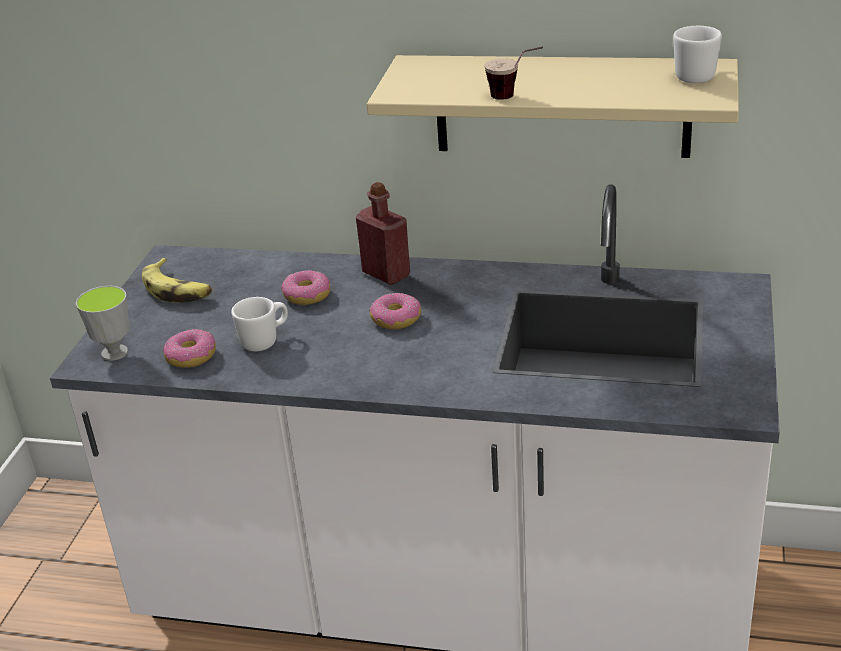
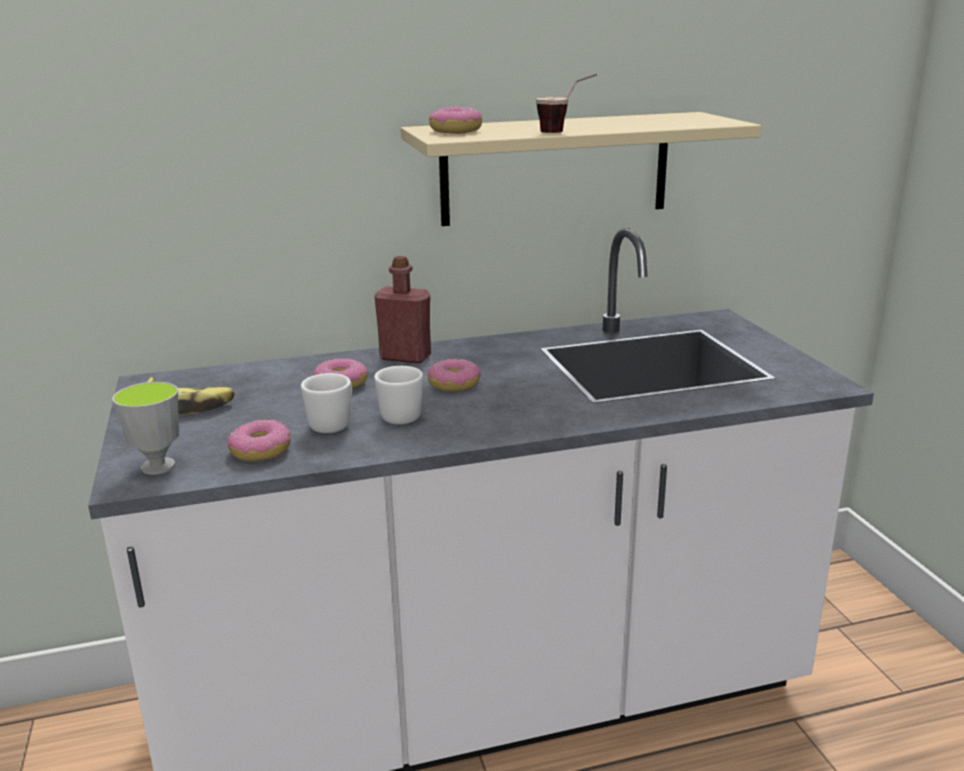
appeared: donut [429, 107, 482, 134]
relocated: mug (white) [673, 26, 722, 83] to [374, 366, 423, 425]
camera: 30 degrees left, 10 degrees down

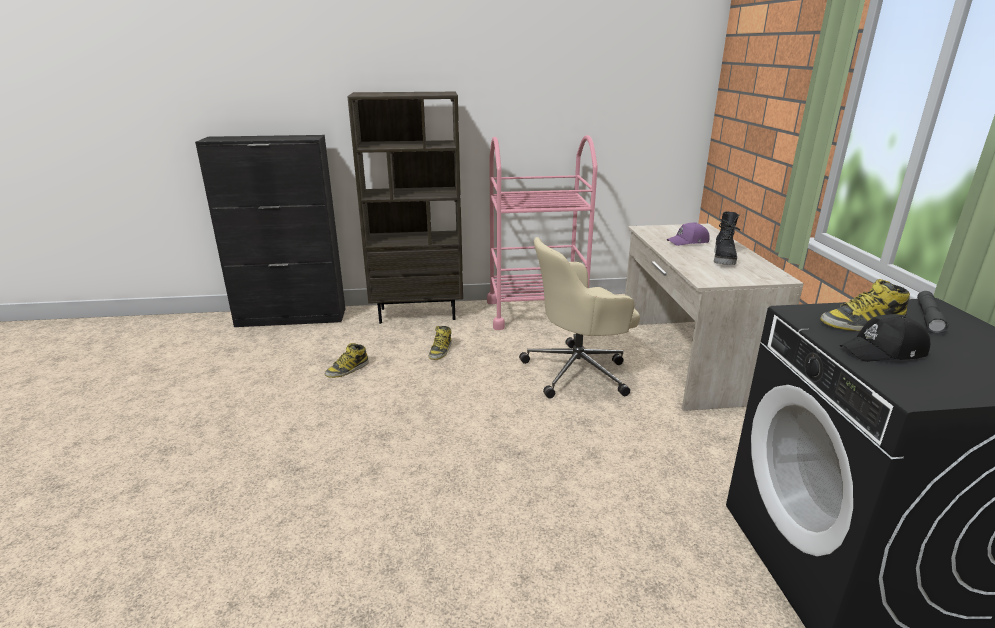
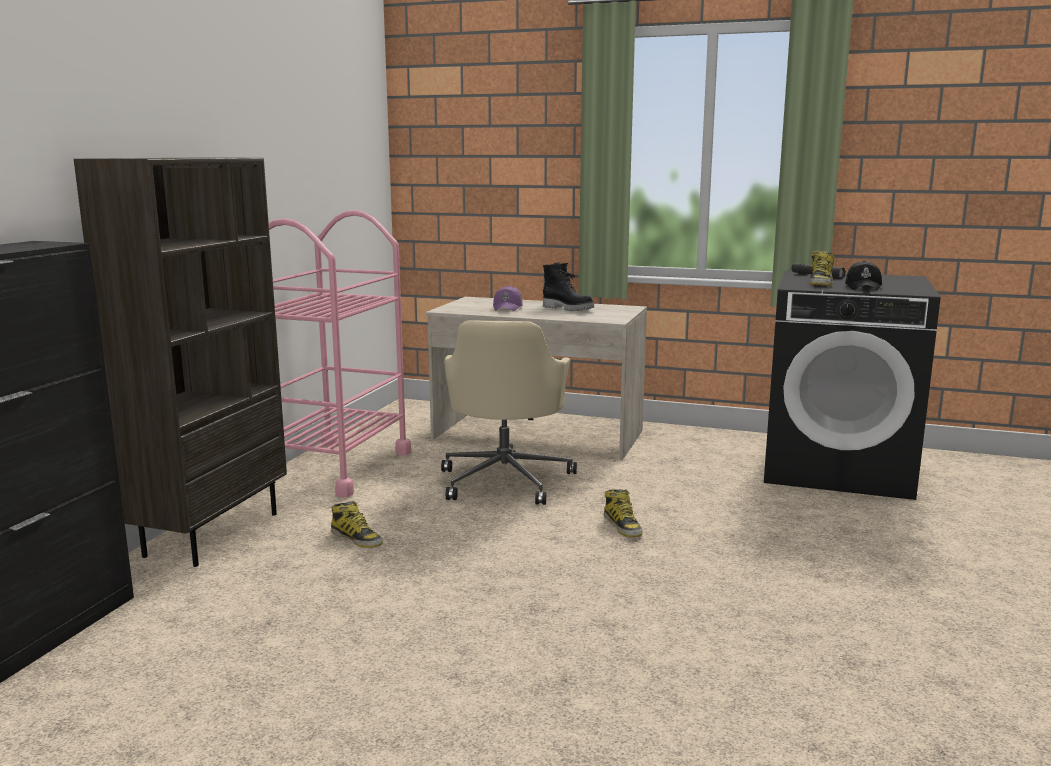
relocated: boot [325, 343, 369, 378] to [604, 489, 643, 537]
camera: 65 degrees left, 10 degrees down

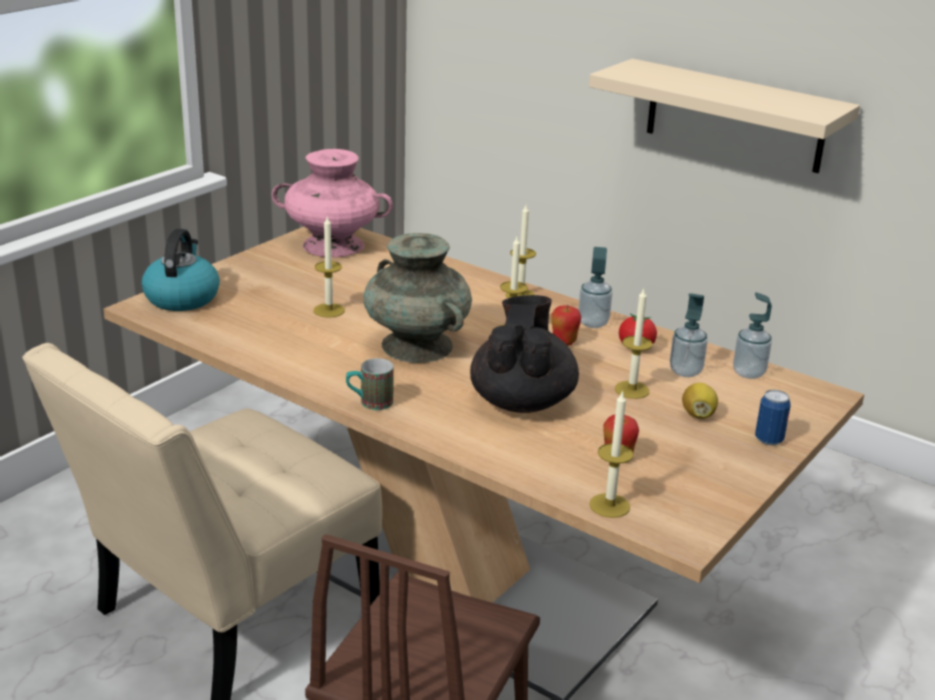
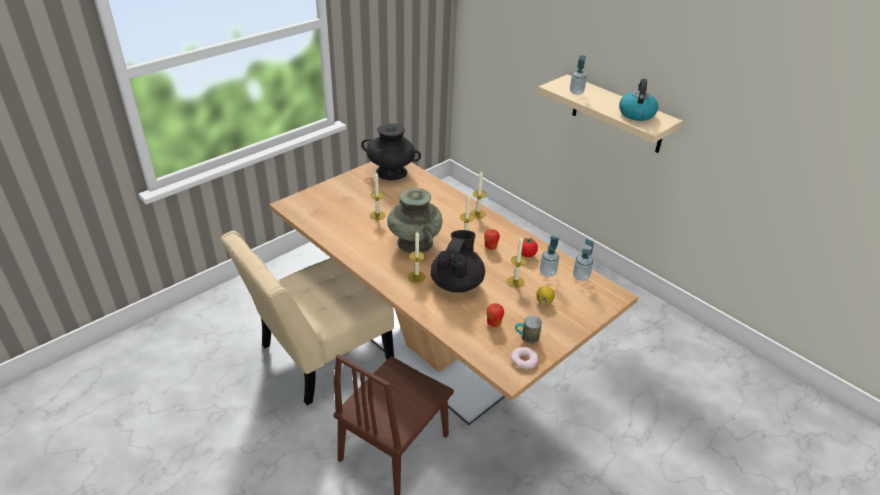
missing: can [755, 390, 791, 445]
appeared: donut [511, 347, 539, 369]
relocated: kettle [142, 229, 220, 311] to [619, 79, 658, 121]; mug [346, 358, 394, 410] to [515, 316, 542, 344]; soap dispenser [578, 247, 612, 328] to [570, 55, 587, 95]; candle [589, 390, 633, 518] to [408, 231, 425, 283]
colour: vase (pink) [272, 149, 393, 257] to vase (black) [361, 123, 421, 180]
camera: 10 degrees right, 10 degrees up

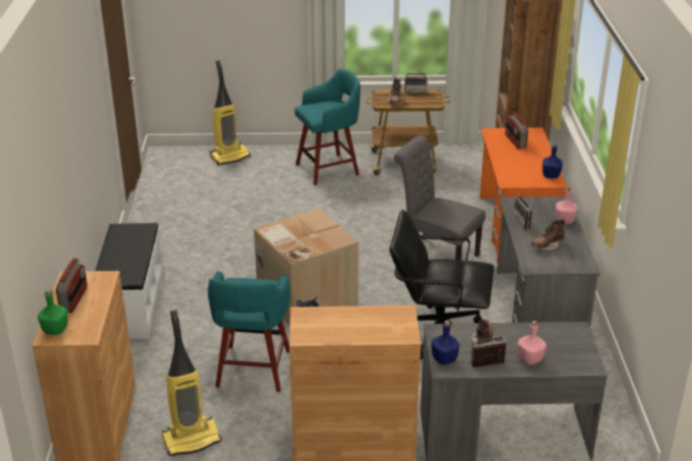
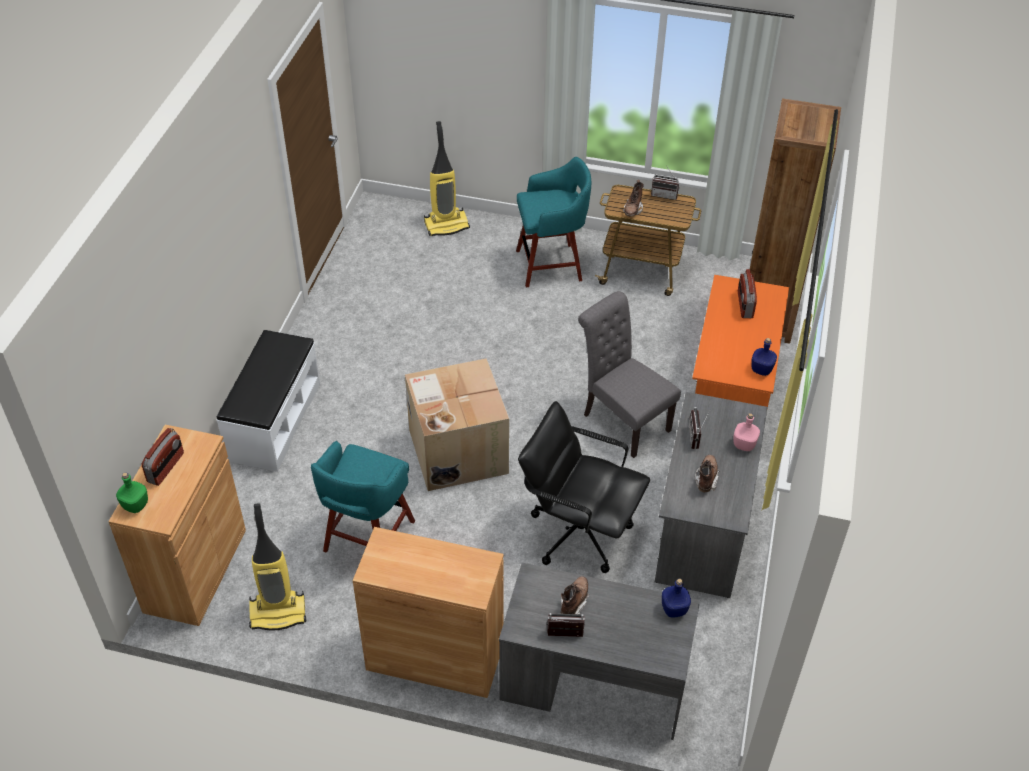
missing: bottle (pink) [517, 321, 546, 365]
relocated: bottle (blue) [431, 320, 460, 365] to [662, 579, 691, 618]
spun: boot (brown) [531, 218, 565, 250] = [695, 455, 719, 492] 120 degrees clockwise
camera: 15 degrees right, 15 degrees up

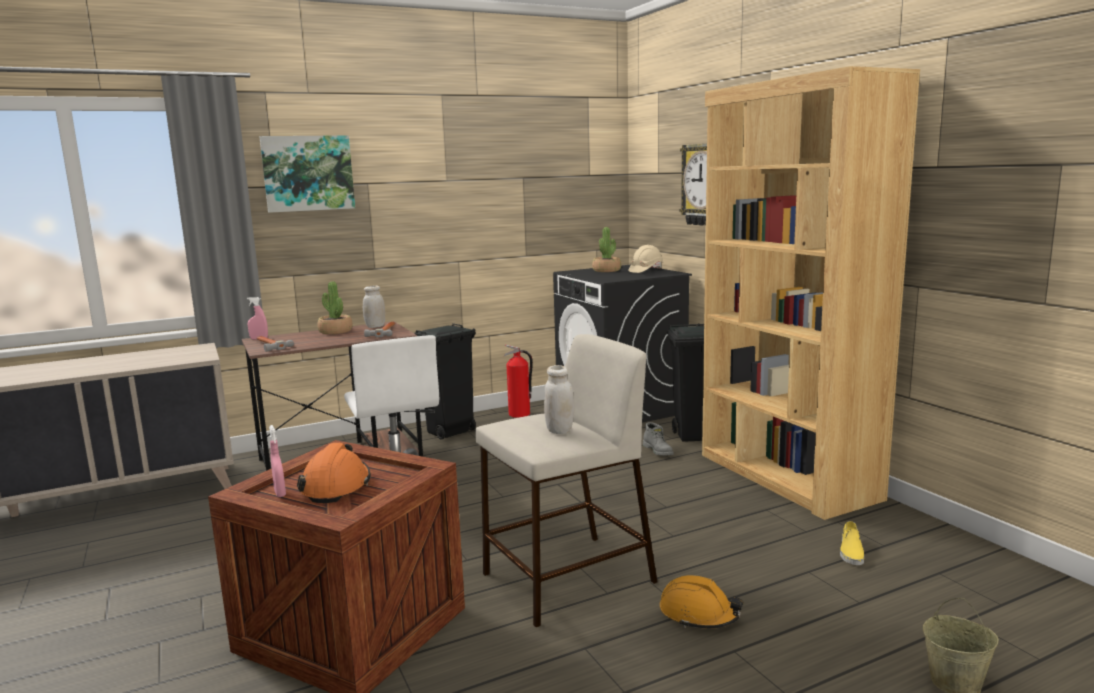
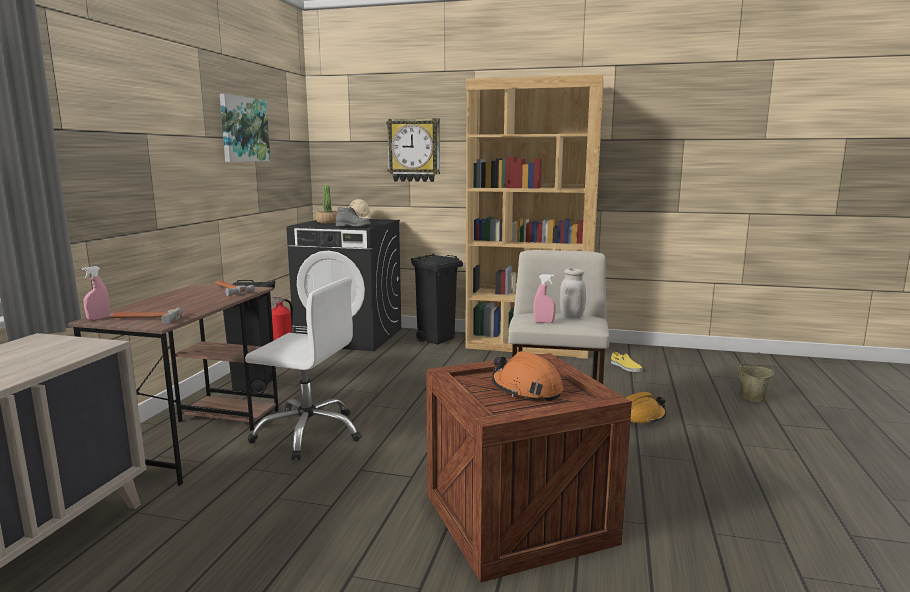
missing: potted plant [317, 281, 353, 334]; jar (white) [363, 285, 385, 328]
relocated: picture [260, 135, 355, 213] to [220, 94, 270, 162]; spray bottle (pink) [269, 425, 286, 497] to [534, 274, 556, 323]; boot (grey) [643, 422, 674, 455] to [336, 207, 371, 227]
camera: 50 degrees left, 0 degrees up

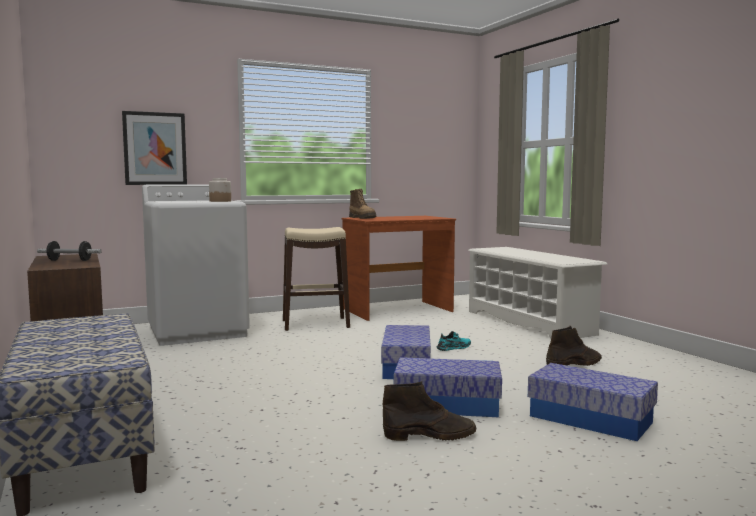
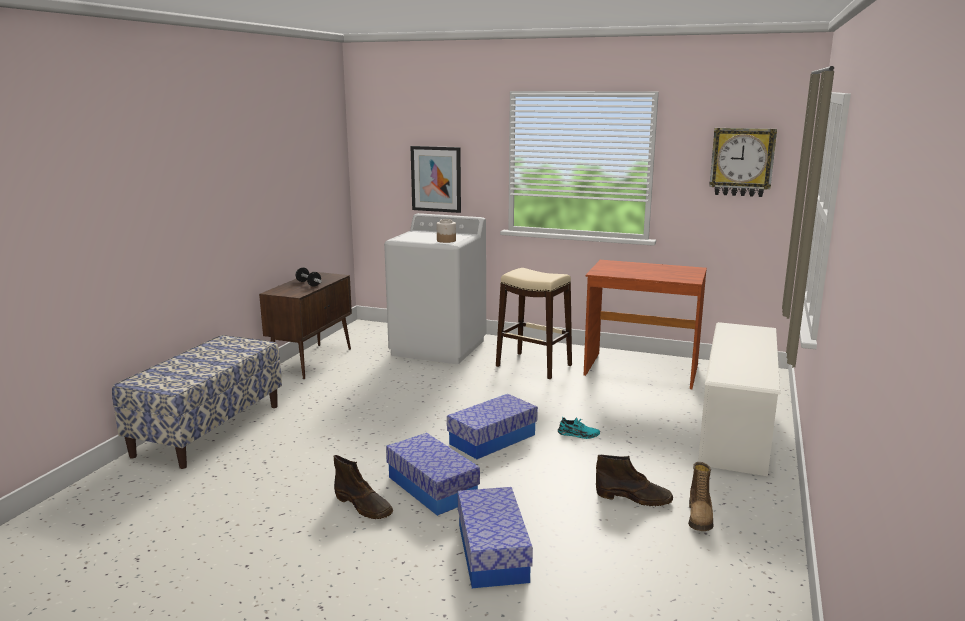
appeared: wall clock [709, 128, 777, 197]
relocated: boot [349, 189, 376, 219] to [688, 462, 713, 531]
camera: 45 degrees right, 10 degrees up

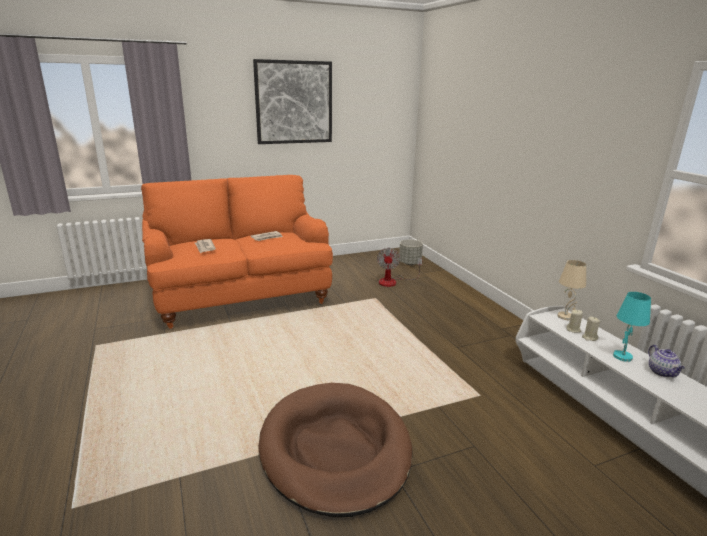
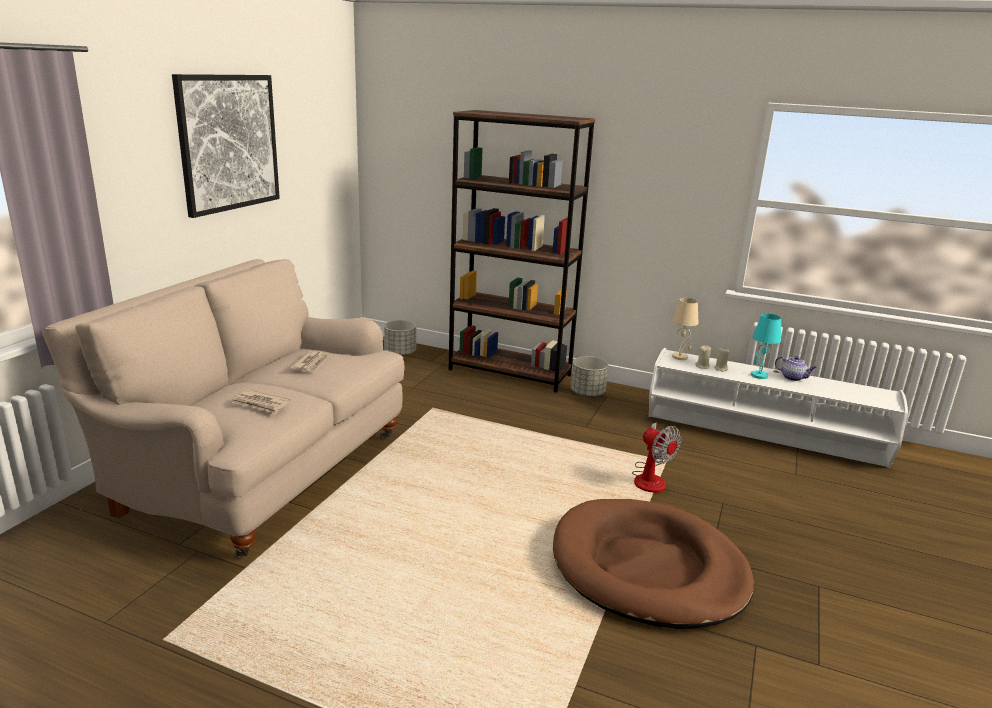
appeared: bookcase (brown) [449, 110, 595, 393]; planter (grey) [571, 356, 609, 397]
relocated: fan [377, 248, 422, 287] to [632, 422, 682, 493]
colour: sofa (orange) [141, 175, 333, 329] to sofa (beige) [42, 259, 405, 558]
camera: 45 degrees left, 0 degrees up

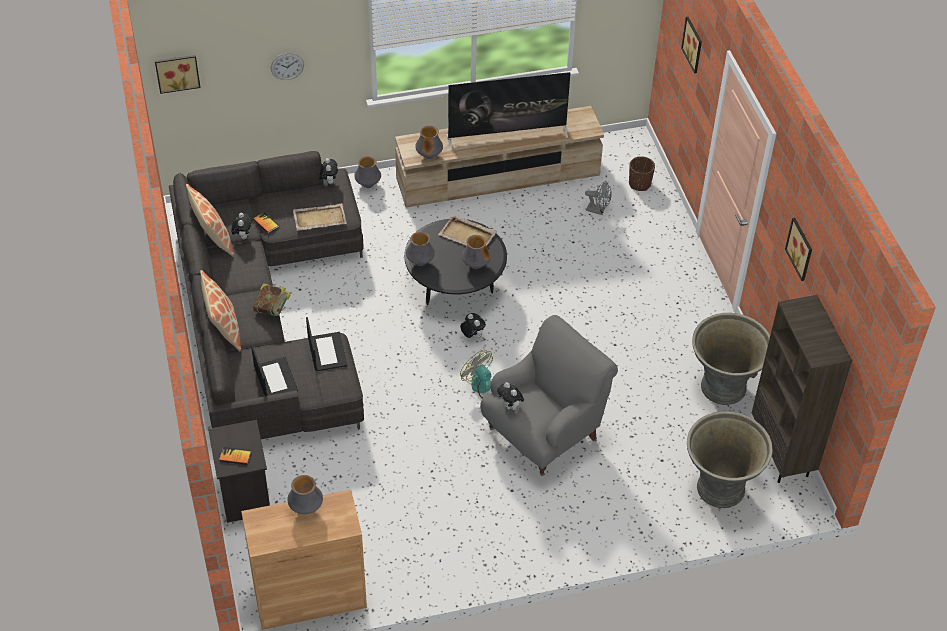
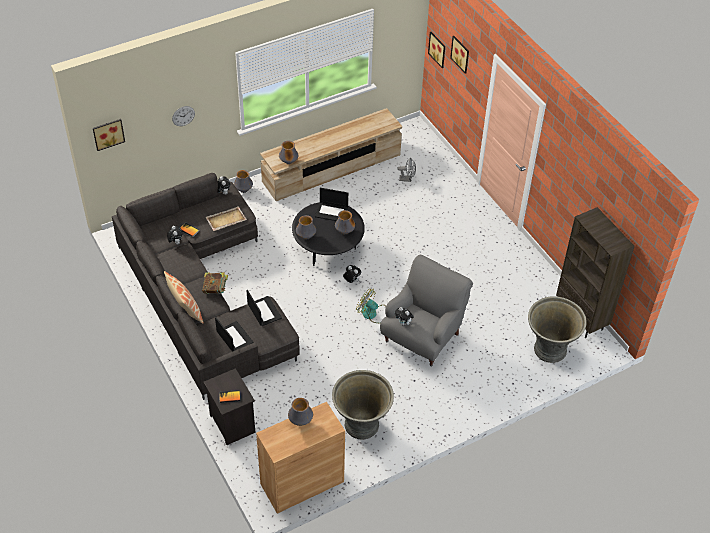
missing: pillow [186, 184, 234, 257]; television [446, 72, 571, 151]; planter (brown) [629, 156, 655, 191]
relocated: planter (grey) [692, 313, 770, 405] to [332, 370, 394, 439]; picture [785, 218, 812, 281] to [428, 32, 445, 68]
exchanged: tray (beige) [438, 215, 497, 246] to laptop [315, 188, 348, 221]
camera: 15 degrees left, 0 degrees up

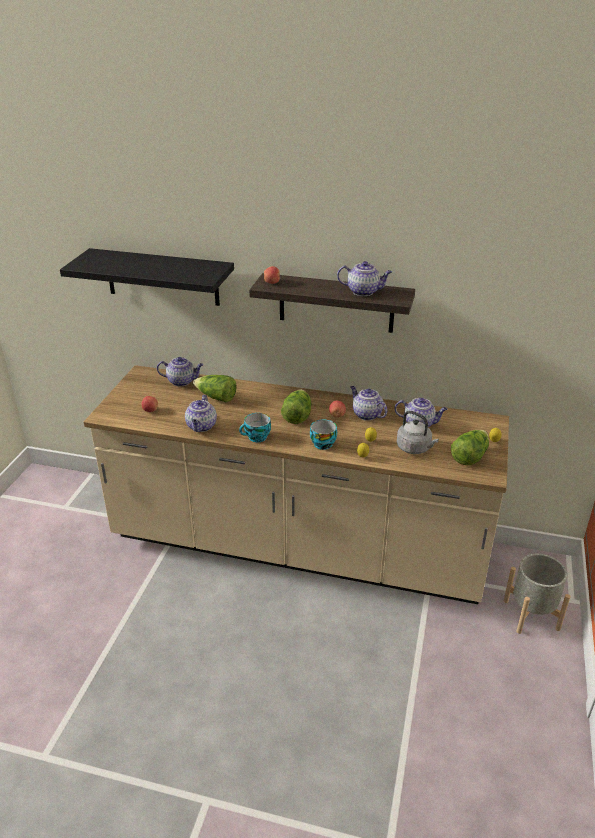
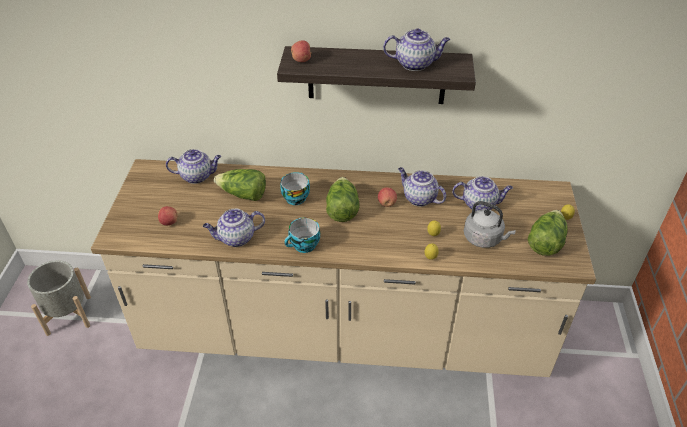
missing: shelf (black) [60, 248, 234, 306]
relocated: cup [310, 419, 337, 450] to [280, 172, 310, 205]; planter (grey) [504, 554, 571, 634] to [27, 260, 91, 336]
spun: teapot [185, 395, 217, 432] = [203, 208, 265, 247] 75 degrees clockwise
camera: 10 degrees left, 10 degrees up

